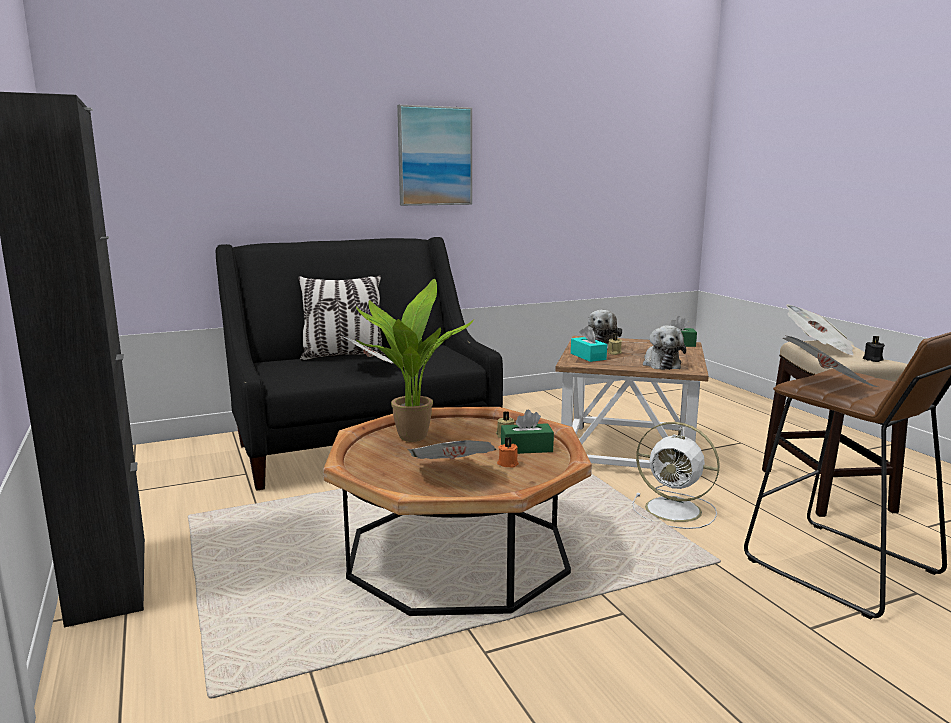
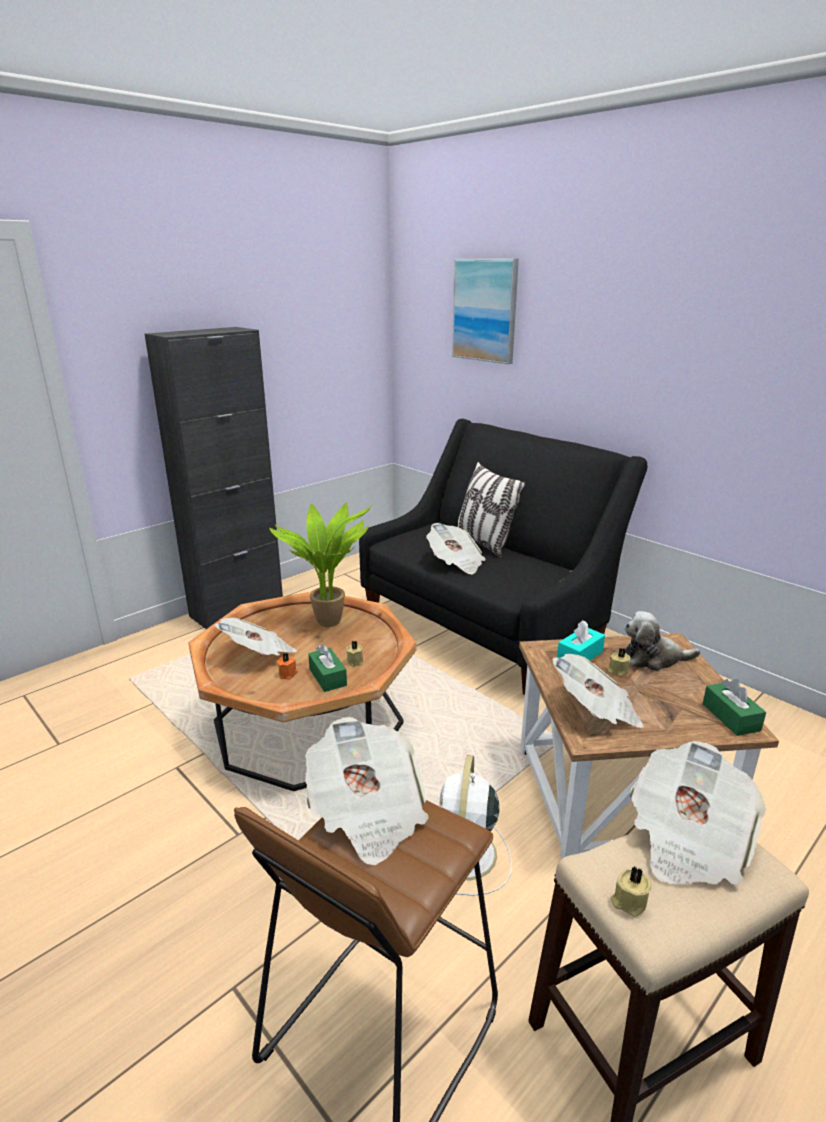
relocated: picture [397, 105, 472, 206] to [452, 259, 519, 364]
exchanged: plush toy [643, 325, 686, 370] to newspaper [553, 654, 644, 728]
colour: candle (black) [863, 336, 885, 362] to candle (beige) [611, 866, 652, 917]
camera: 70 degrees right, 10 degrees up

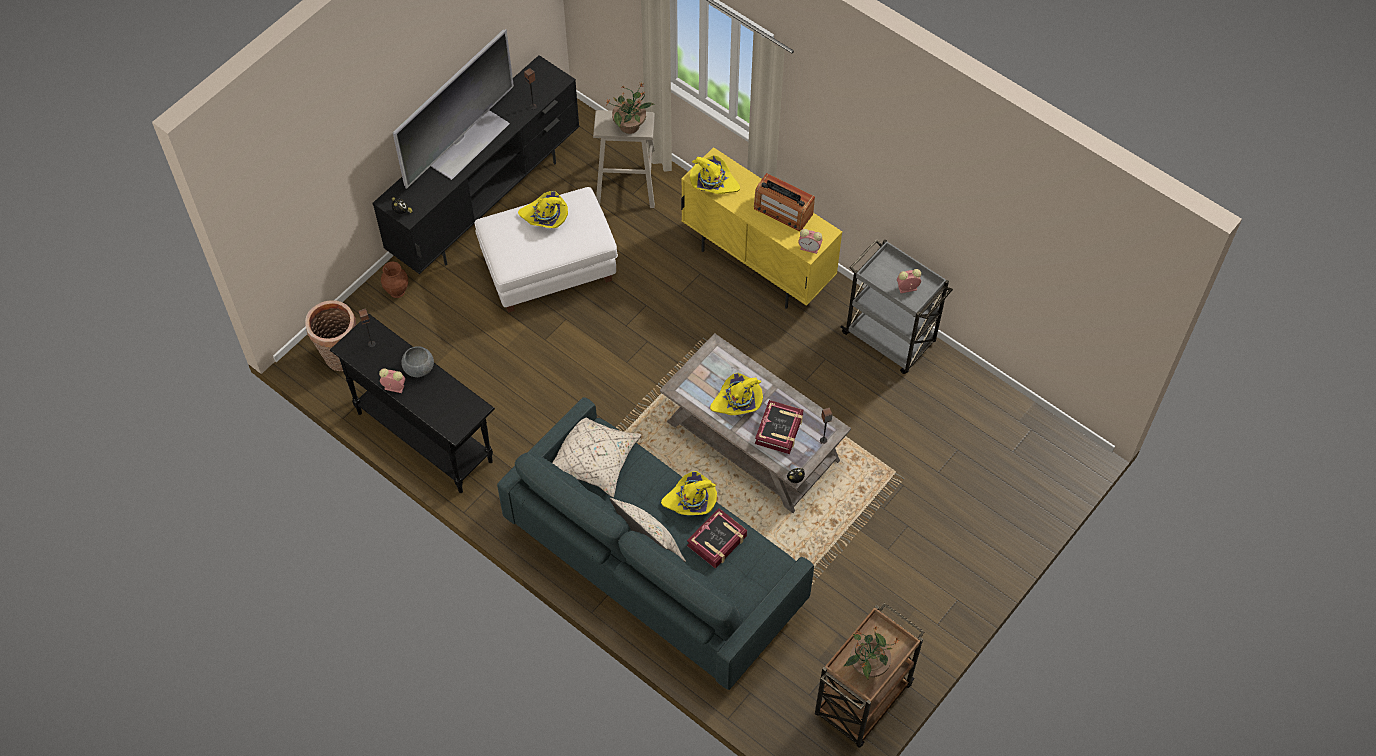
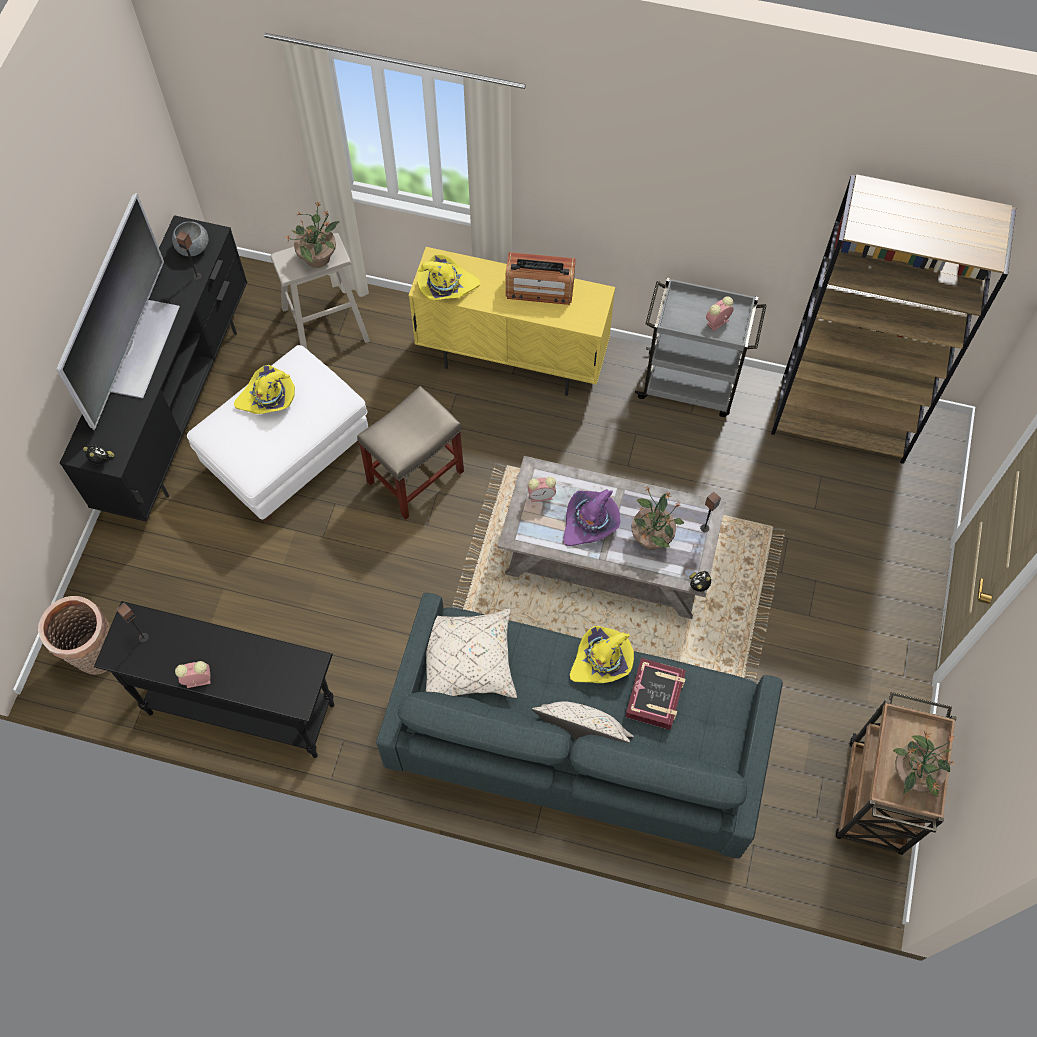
missing: vase (brown) [381, 261, 408, 298]
appeared: stool (beige) [357, 386, 464, 520]; bookcase (brown) [771, 174, 1016, 464]
relocated: bowl (grey) [402, 346, 434, 377] to [172, 221, 209, 256]; alarm clock [798, 229, 822, 254] to [527, 477, 556, 502]
exchanged: book [755, 400, 804, 454] to potted plant [632, 487, 684, 549]
colour: hat (yellow) [710, 373, 763, 415] to hat (purple) [563, 489, 620, 546]
camera: 25 degrees left, 5 degrees up

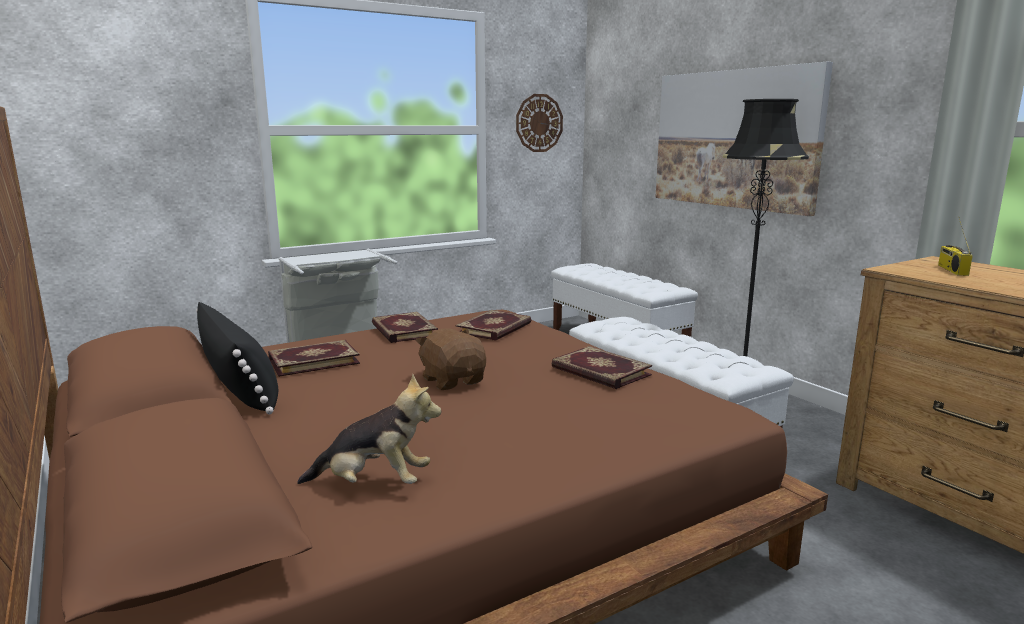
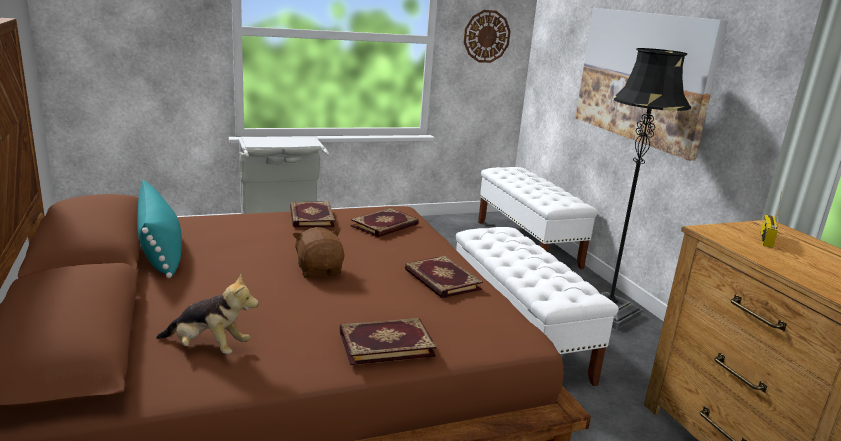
relocated: book [268, 340, 360, 377] to [340, 318, 437, 365]
colour: pillow (black) [196, 302, 278, 414] to pillow (turquoise) [137, 180, 182, 278]
camera: 10 degrees right, 5 degrees up

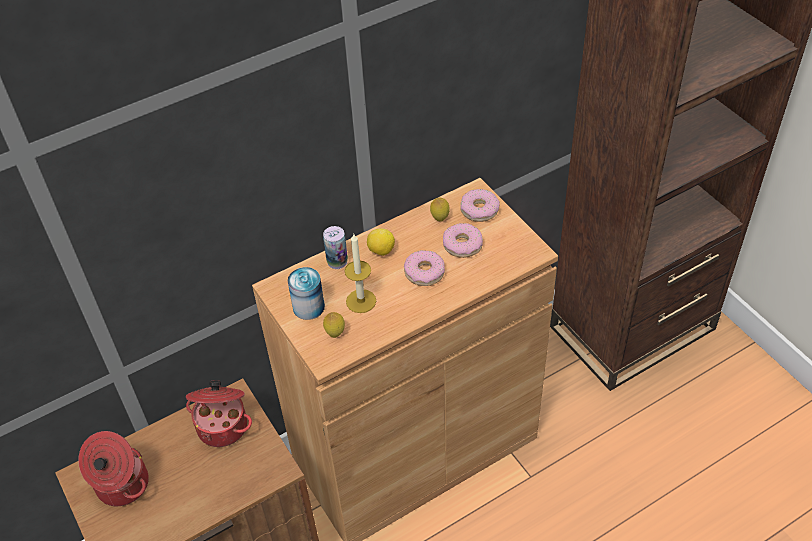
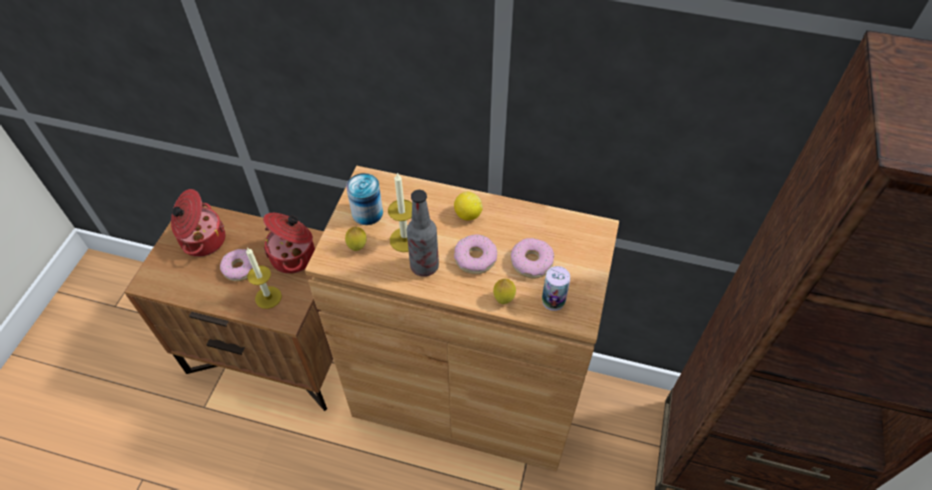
appeared: candle [246, 247, 282, 309]; bottle [407, 190, 439, 277]
relocated: can [323, 226, 348, 269] to [542, 266, 570, 311]; lemon [430, 198, 450, 222] to [493, 279, 516, 304]; donut [460, 189, 500, 222] to [220, 249, 253, 281]
camera: 45 degrees right, 5 degrees up

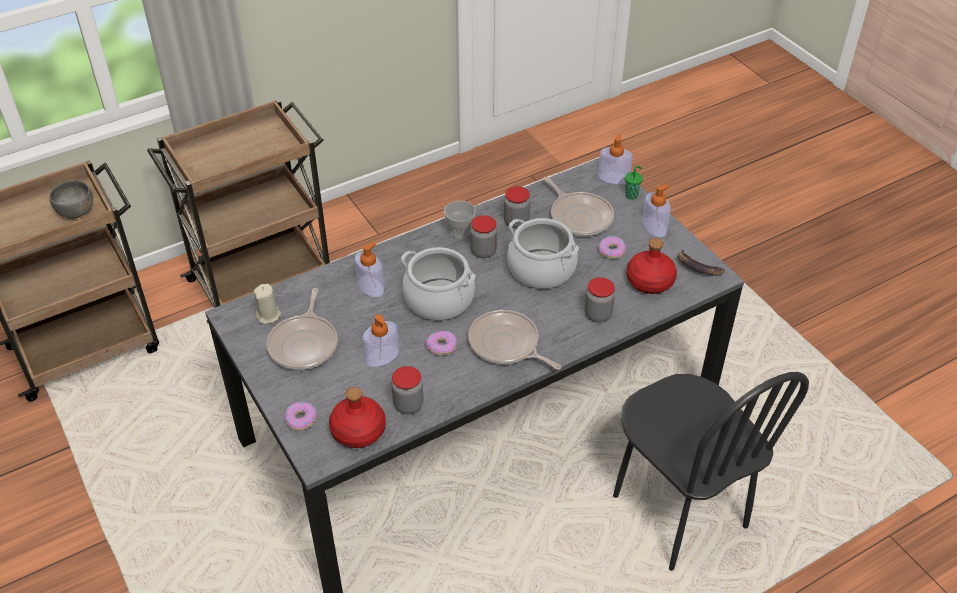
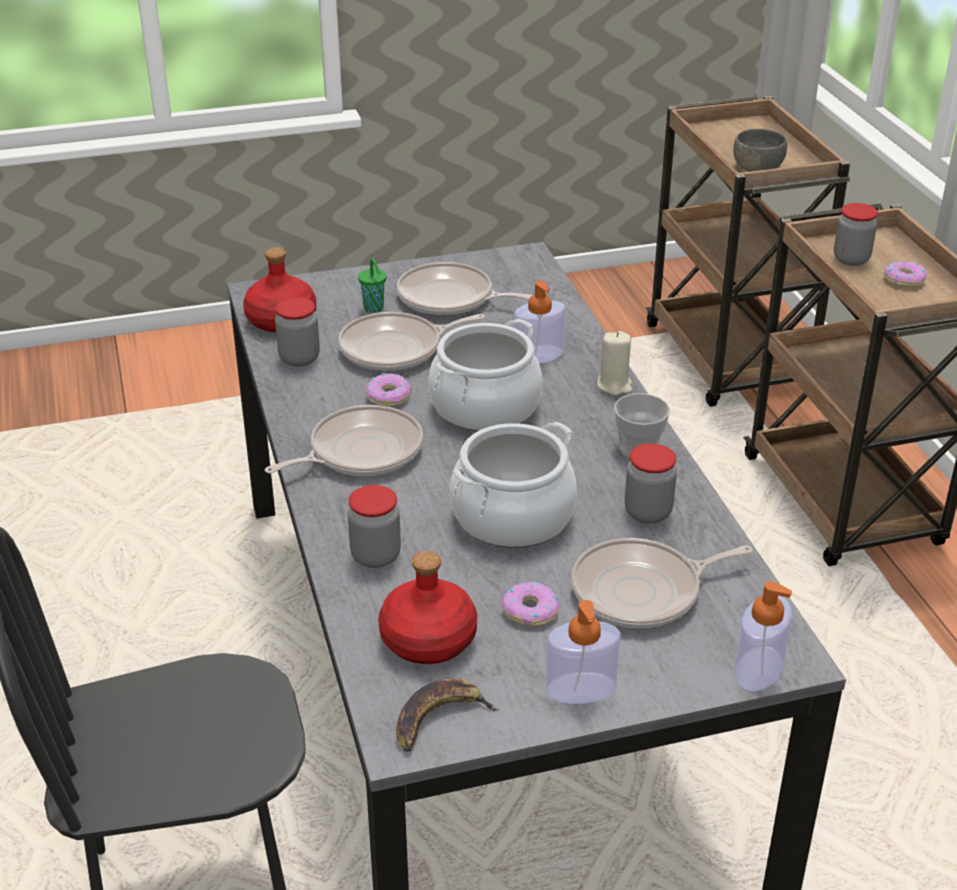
relocated: candle (beige) [254, 284, 281, 324] to [597, 331, 632, 395]; donut [285, 402, 317, 431] to [884, 261, 927, 287]; jar [470, 215, 497, 258] to [834, 203, 878, 266]; cup (green) [625, 165, 643, 200] to [358, 258, 386, 313]
exchanged: soap dispenser [362, 314, 399, 367] to frying pan [338, 312, 485, 371]
camera: 105 degrees right, 10 degrees down

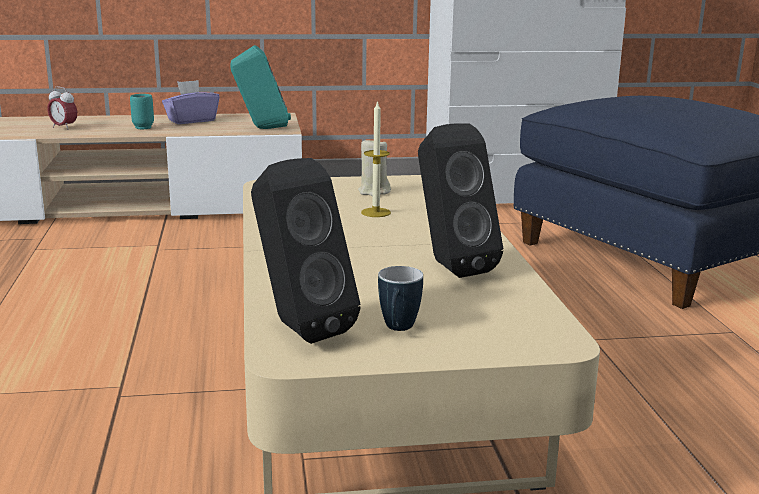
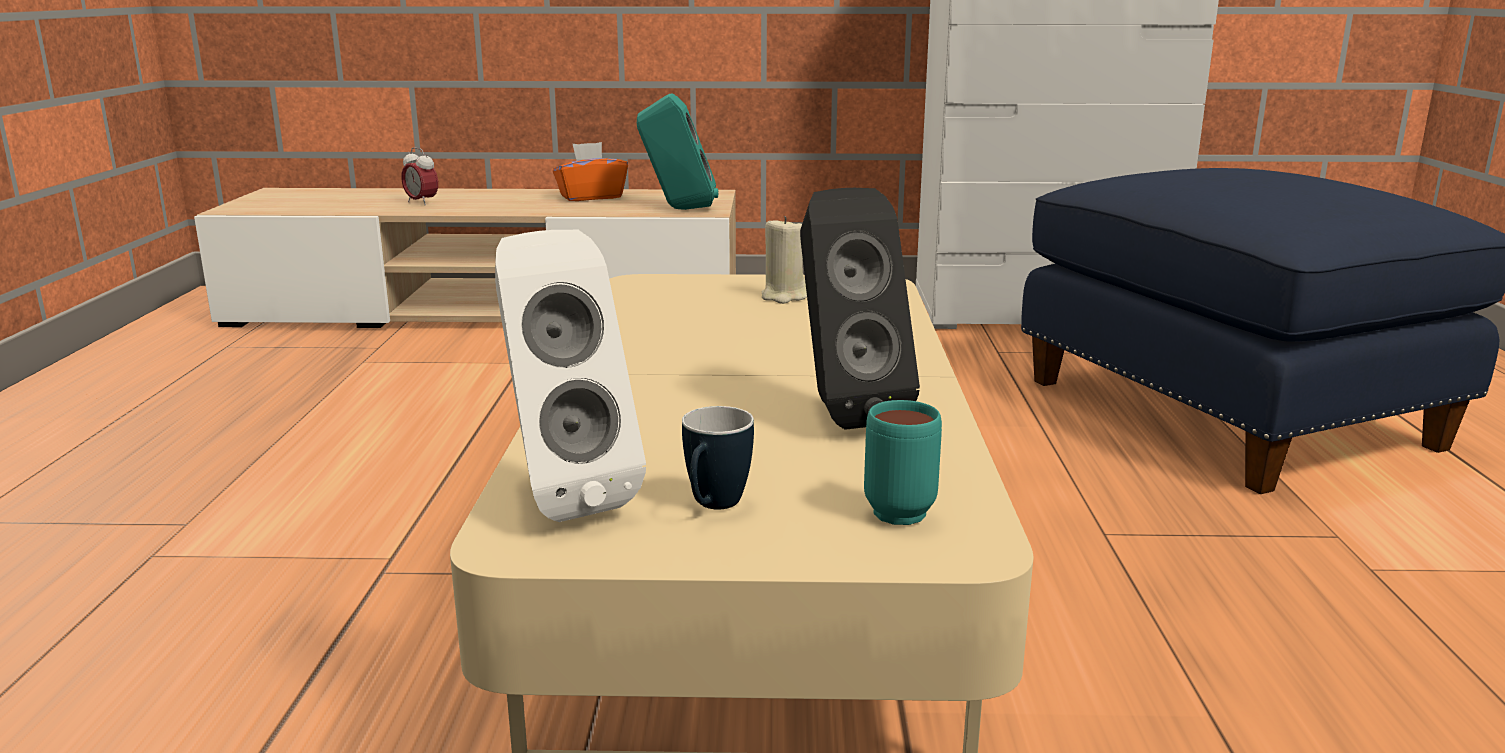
missing: candle [361, 100, 391, 217]
relocated: mug (turquoise) [130, 94, 154, 129] to [864, 400, 942, 525]
colour: tissue box (purple) [162, 80, 220, 124] to tissue box (orange) [553, 142, 628, 201]; speaker (black) [251, 158, 360, 344] to speaker (white) [495, 230, 646, 522]
camera: 10 degrees right, 0 degrees up

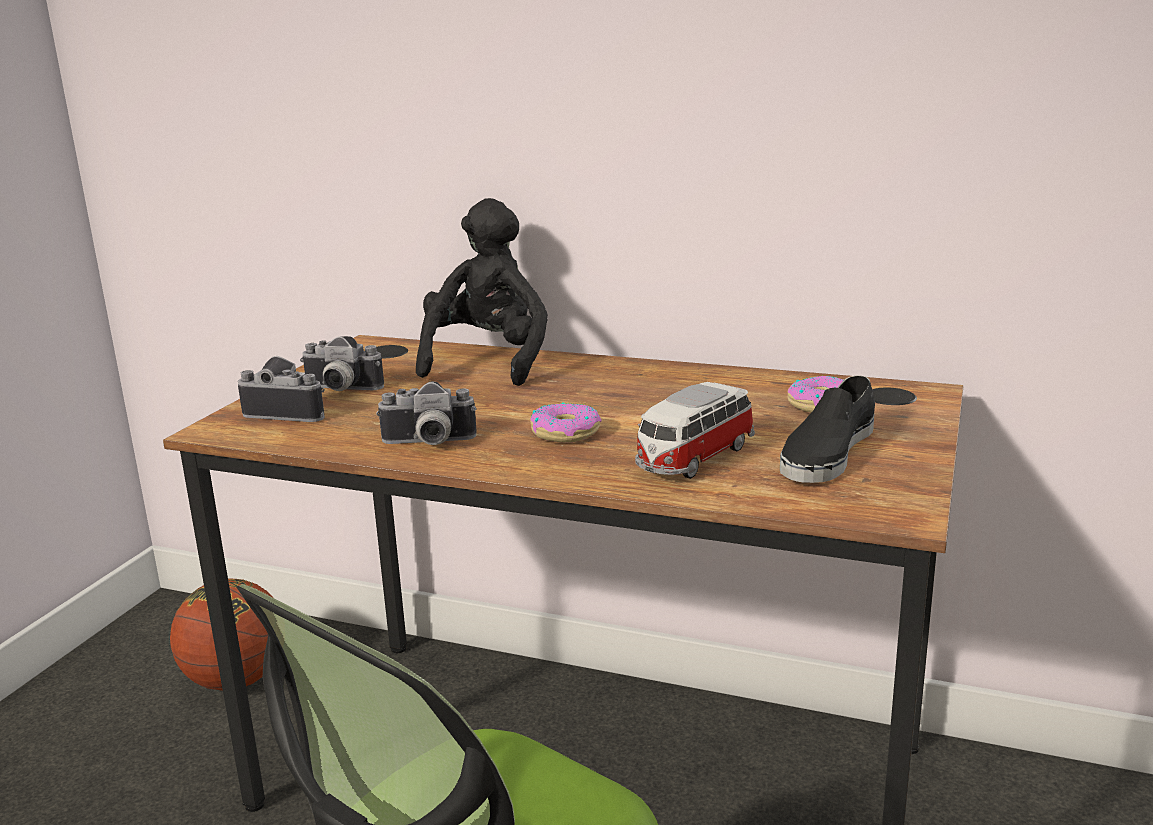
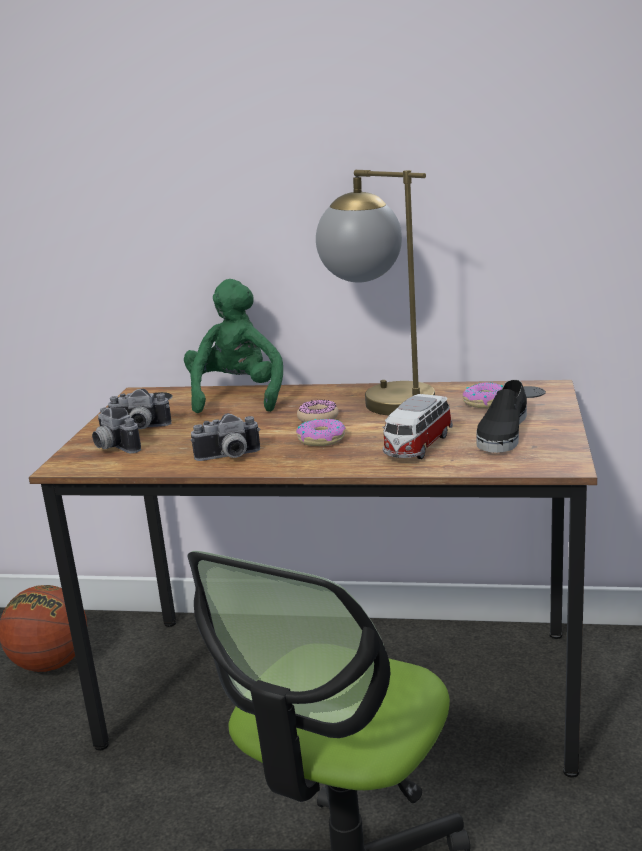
appeared: donut [297, 400, 339, 422]; table lamp [316, 170, 435, 415]
colour: plush toy (black) [416, 198, 548, 386] to plush toy (green) [184, 279, 283, 413]
spun: photo camera [238, 356, 325, 422] = [92, 407, 141, 453] 135 degrees counterclockwise
camera: 10 degrees left, 0 degrees up

